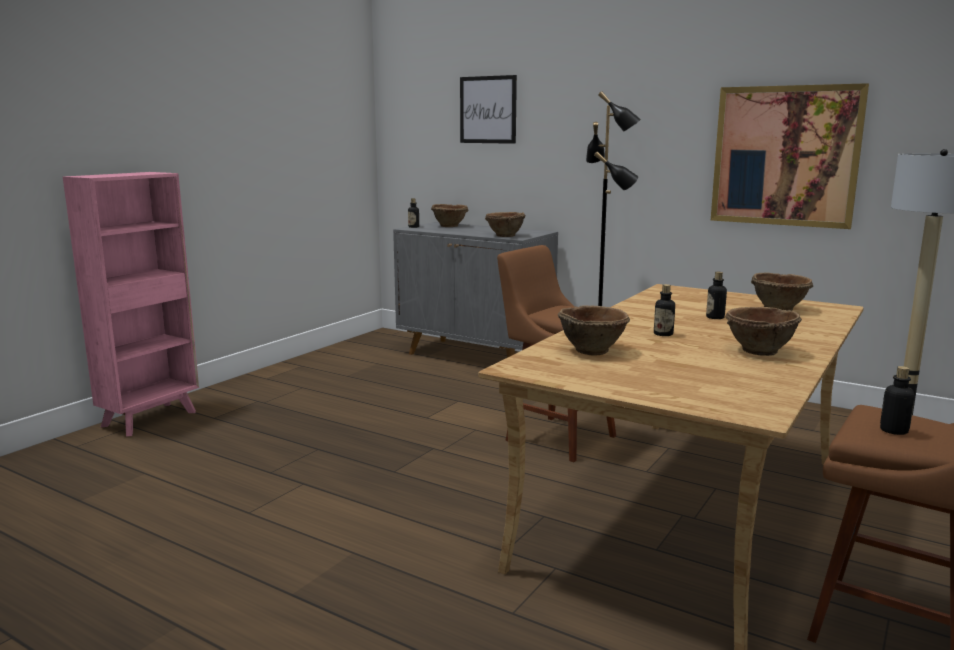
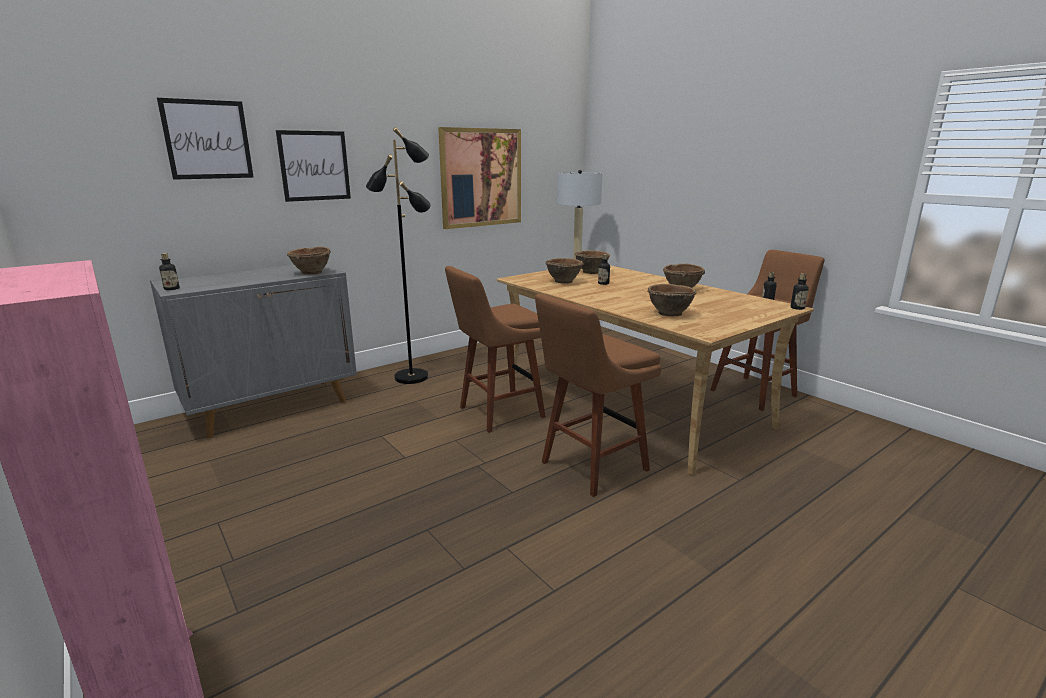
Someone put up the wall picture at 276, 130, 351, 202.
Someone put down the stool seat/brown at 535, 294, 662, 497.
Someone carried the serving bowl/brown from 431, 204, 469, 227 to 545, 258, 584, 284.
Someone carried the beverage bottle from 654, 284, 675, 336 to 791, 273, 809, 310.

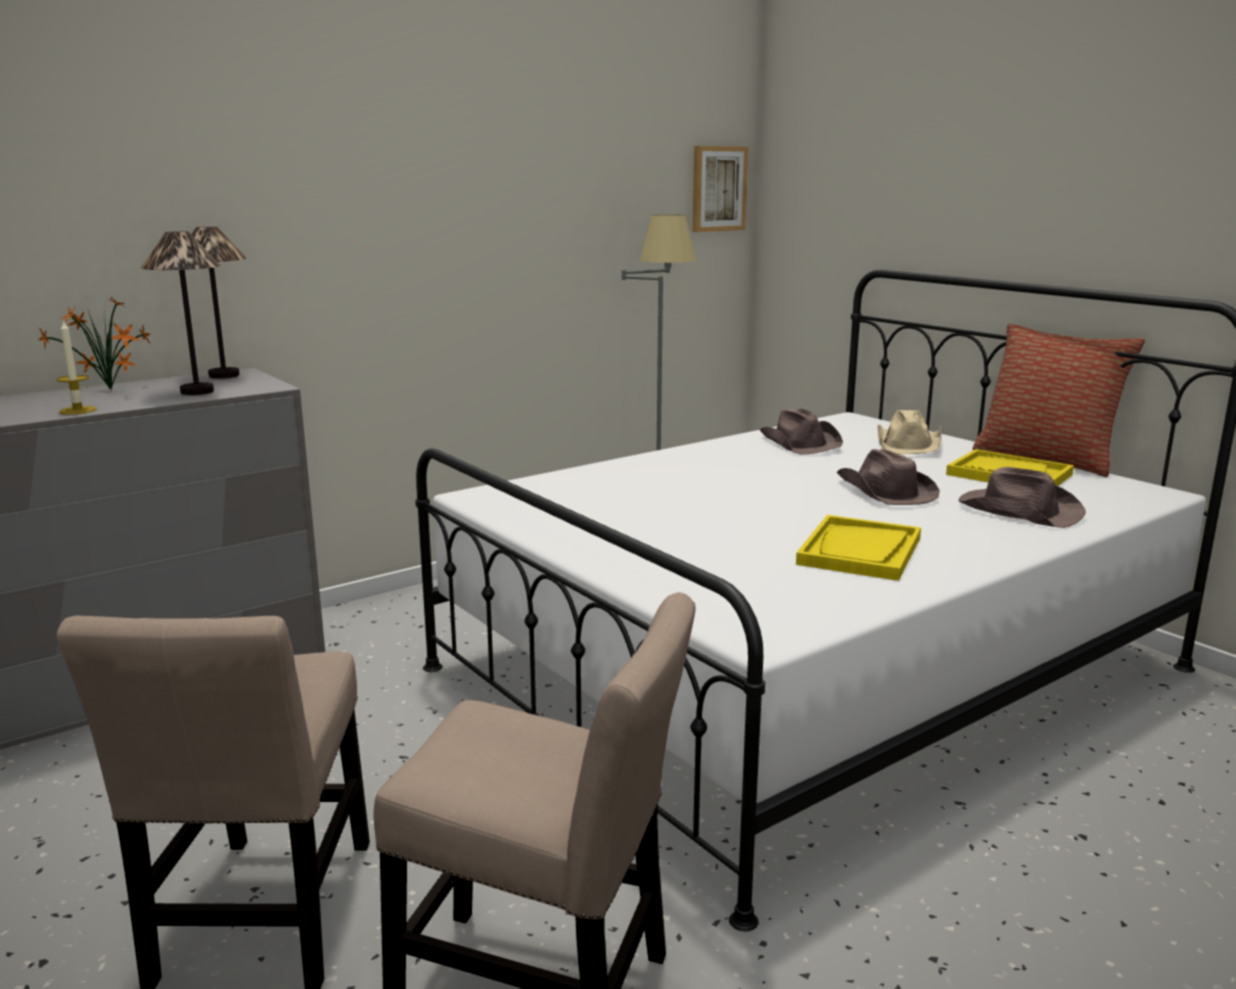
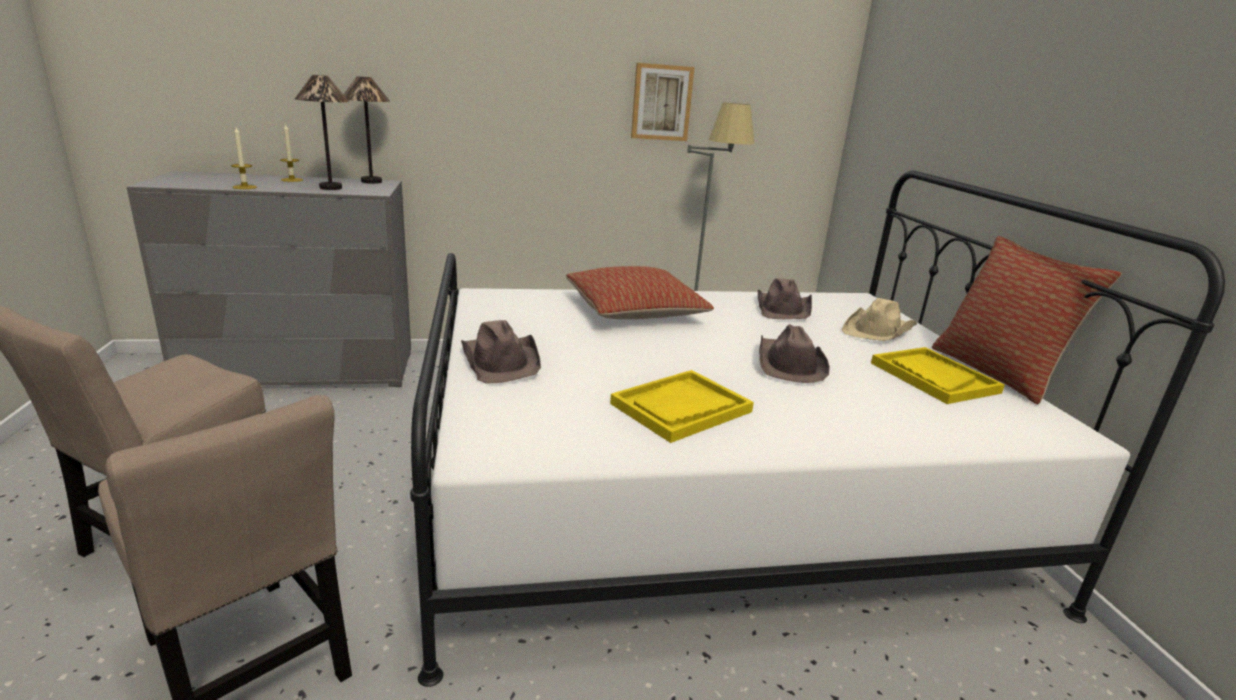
Someone put down the throw pillow at 566, 266, 714, 319.
Someone carried the wall picture from 692, 146, 749, 232 to 631, 63, 695, 141.
Someone carried the hat/brown from 959, 467, 1086, 528 to 461, 320, 541, 383.
Someone swapped the houseplant at 38, 297, 151, 389 for the wax light at 280, 123, 303, 182.

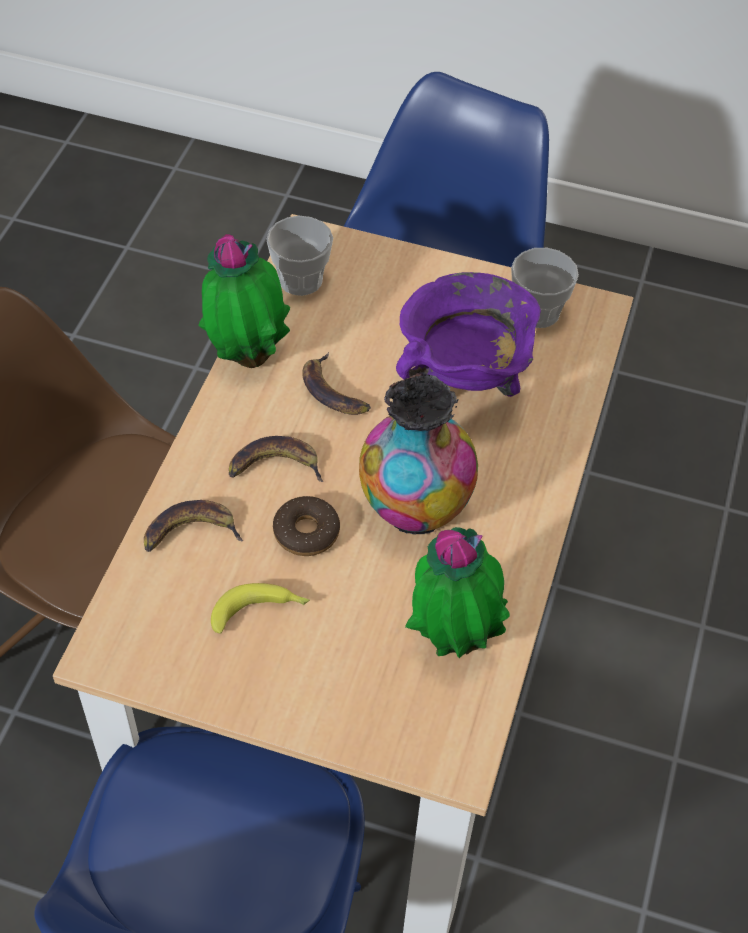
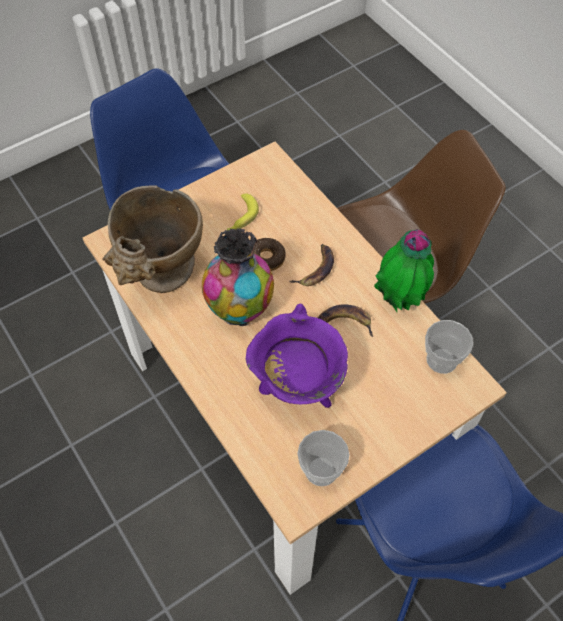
Someone took away the banana at 144, 500, 243, 552.
Someone swapped the houseplant at 405, 527, 510, 658 for the decorative vase/sand-coloured at 102, 185, 203, 293.

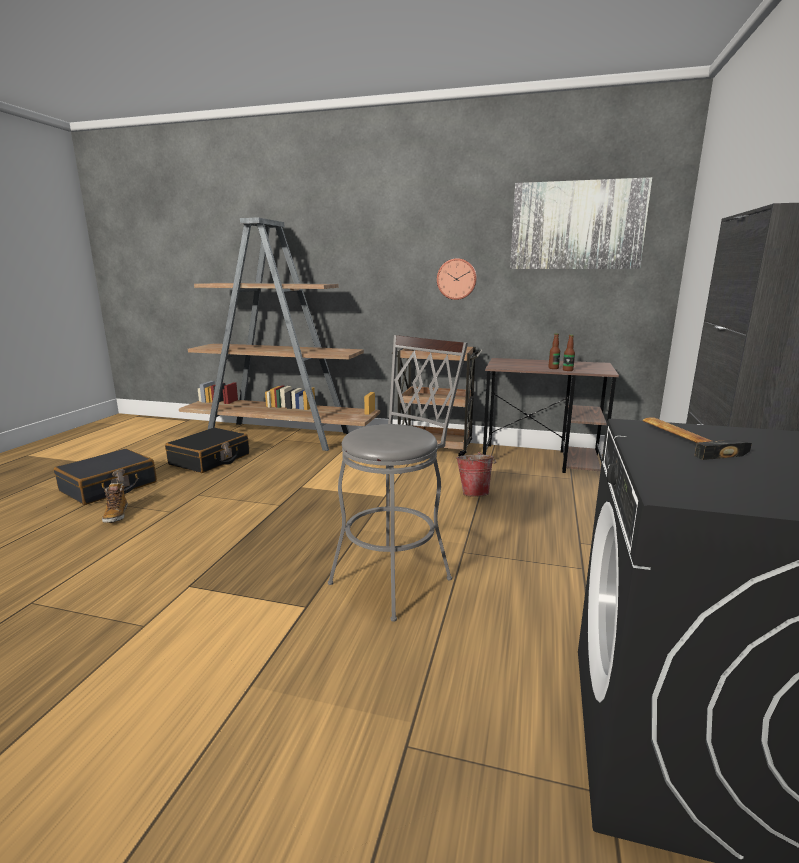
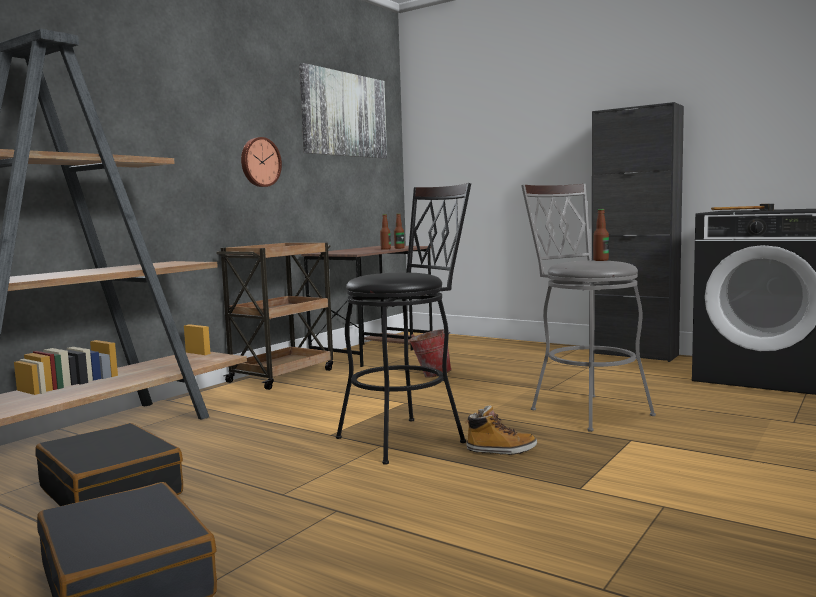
Someone put down the stool seat/blackish at 336, 183, 471, 465.
Someone put down the beverage bottle at 593, 209, 609, 261.
Someone carried the boot from 102, 483, 128, 523 to 465, 405, 537, 455.

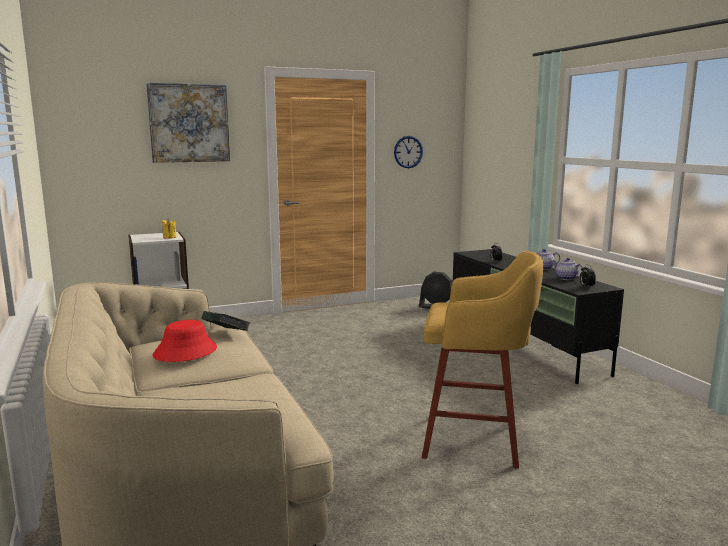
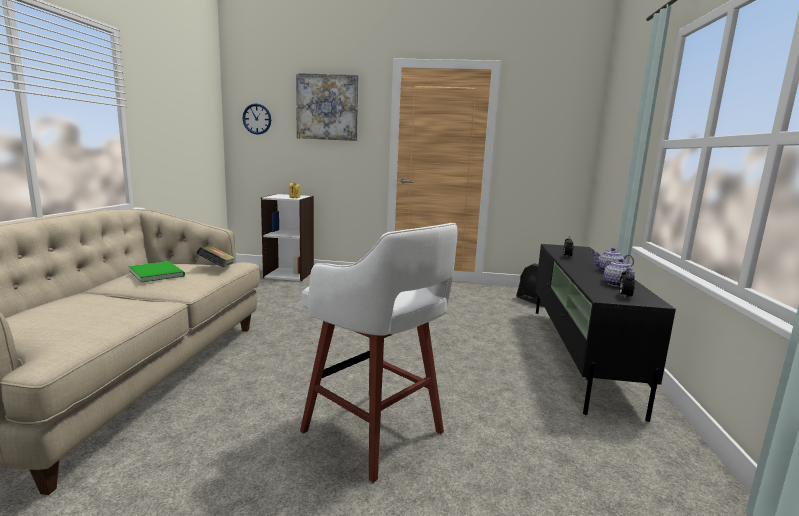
Someone carried the clock on the wall from 394, 136, 423, 168 to 242, 103, 271, 135.
Someone swapped the hat/red at 152, 320, 217, 362 for the volume/green at 129, 261, 185, 282.
Someone repainted the stool seat/yellowish at 422, 251, 543, 468, which became the stool seat/white-coloured at 300, 223, 458, 483.

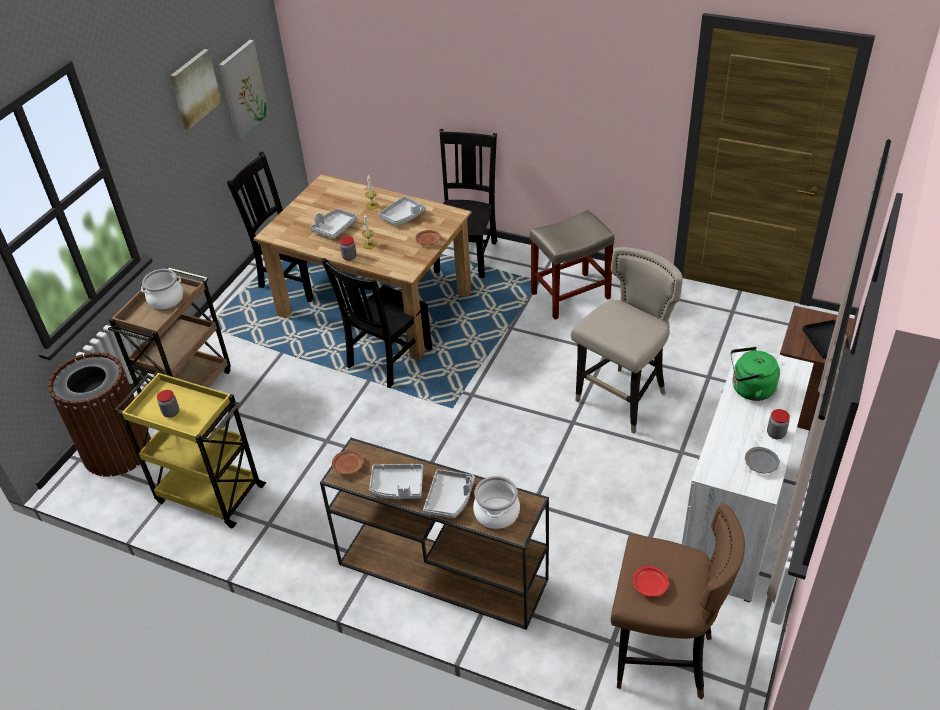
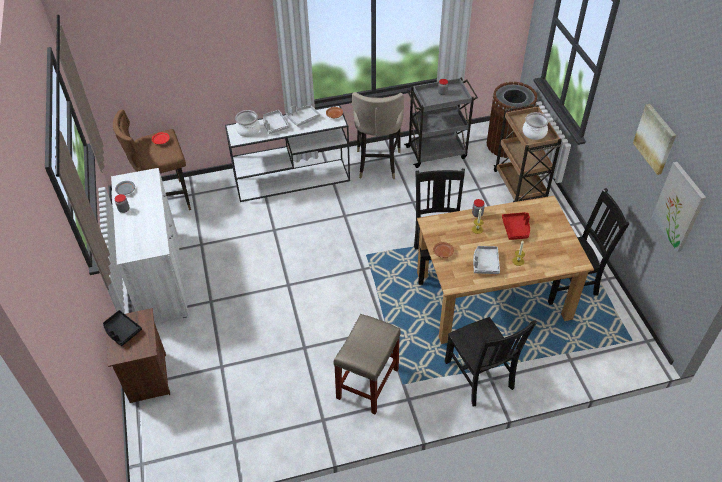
Someone took away the tea kettle/green at 730, 347, 780, 401.
Someone carried the stool seat/sand-coloured from 571, 247, 683, 434 to 352, 92, 404, 179.
Someone repainted the trolley/yellowish at 115, 371, 266, 528, which became the trolley/gray at 404, 77, 478, 168.
Someone repainted the carrying tray/gray at 310, 209, 357, 239, which became the carrying tray/red at 502, 212, 530, 240.
Someone repainted the console table/brown at 320, 438, 549, 630, which became the console table/white-coloured at 225, 105, 350, 202.

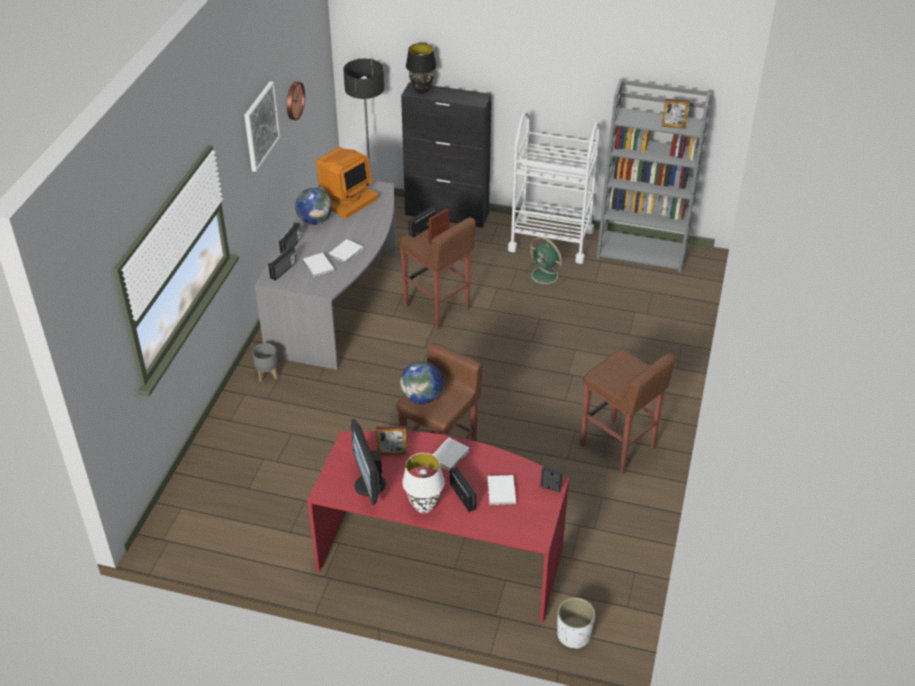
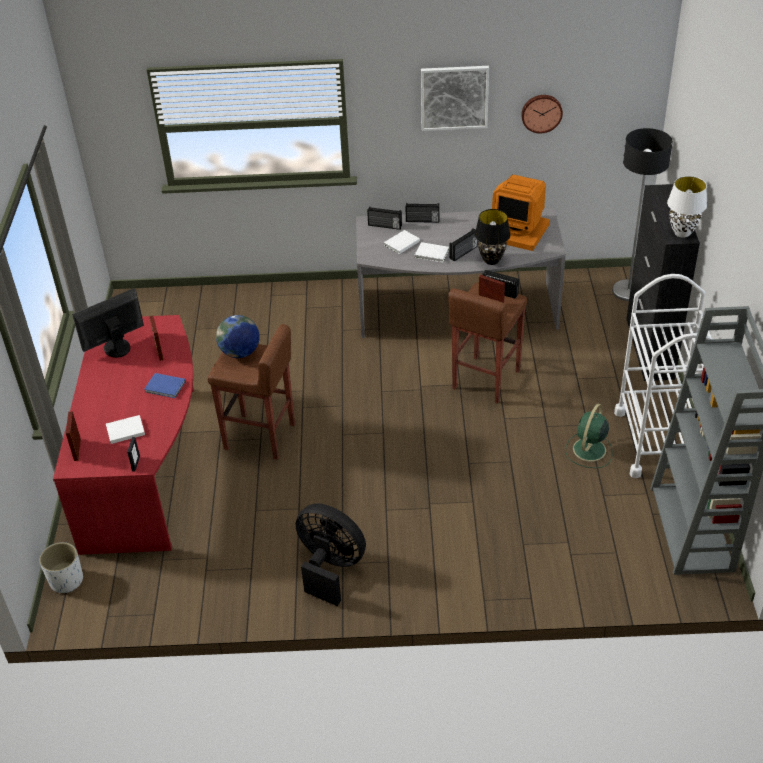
Someone took away the flower pot/gray at 252, 343, 278, 382.
Someone took away the desk globe at 295, 188, 332, 225.
Someone carried the tabletop lamp/white-coloured from 402, 453, 445, 513 to 667, 176, 707, 238.
Someone carried the tabletop lamp/blackish from 406, 43, 437, 94 to 475, 209, 510, 265.
Someone carried the radio set from 450, 467, 476, 512 to 449, 228, 478, 261.
Someone carried the picture frame from 662, 99, 690, 129 to 66, 411, 81, 461.
Someone swapped the stool seat/brown at 580, 349, 675, 474 for the electric fan/blackish at 296, 504, 366, 606.
Someone repainted the volume/white-coloured at 432, 438, 470, 471, which became the volume/bluish at 144, 373, 186, 398.

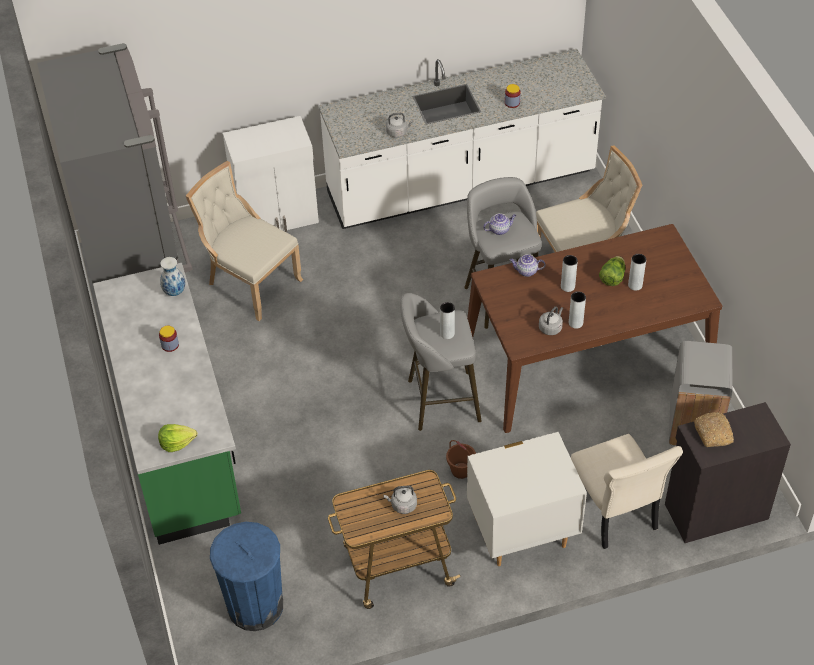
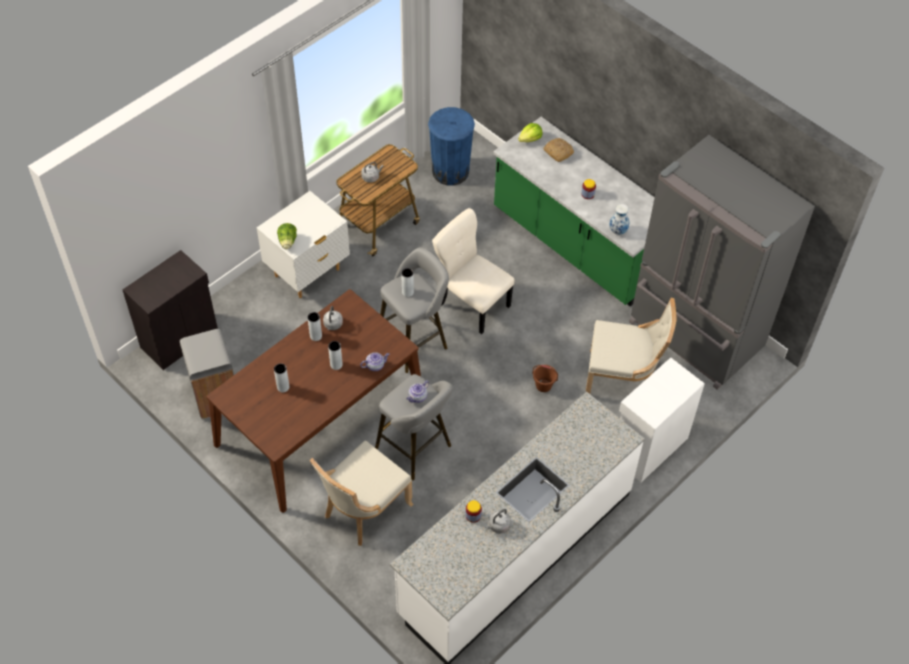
Someone carried the tea kettle/gray from 386, 113, 414, 138 to 485, 509, 511, 534.
Someone carried the bucket/brown from 446, 440, 476, 479 to 532, 365, 558, 392.
Someone carried the upright chair/sand-coloured from 571, 434, 683, 549 to 432, 208, 515, 334.
Someone carried the head of lettuce from 599, 256, 625, 286 to 277, 223, 297, 249.
Someone carried the bread from 694, 412, 734, 447 to 543, 138, 574, 162.

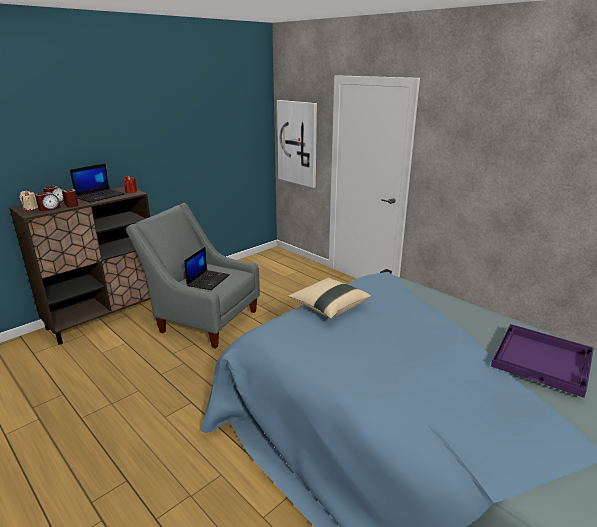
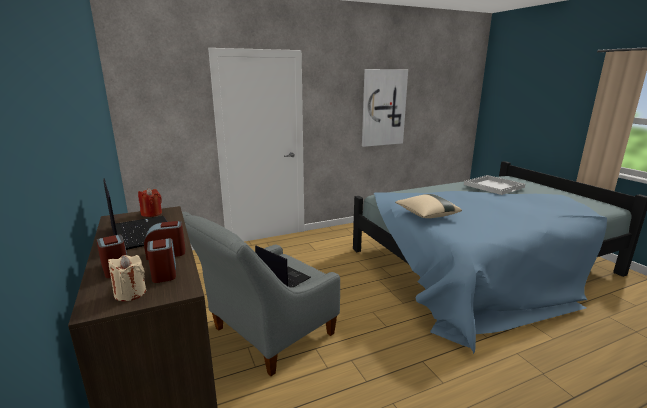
Someone carried the wall picture from 277, 100, 317, 188 to 362, 69, 408, 147.
Someone repainted the carrying tray/purplish at 491, 324, 594, 398, which became the carrying tray/white-coloured at 464, 175, 525, 195.

